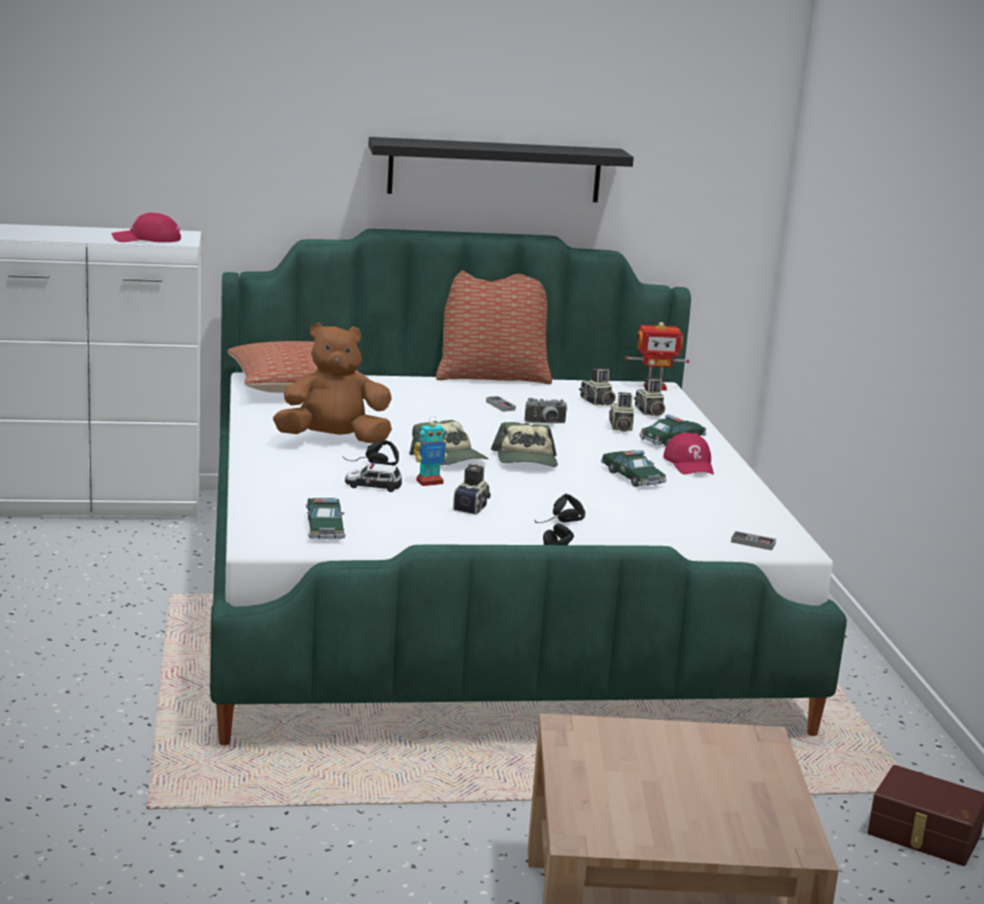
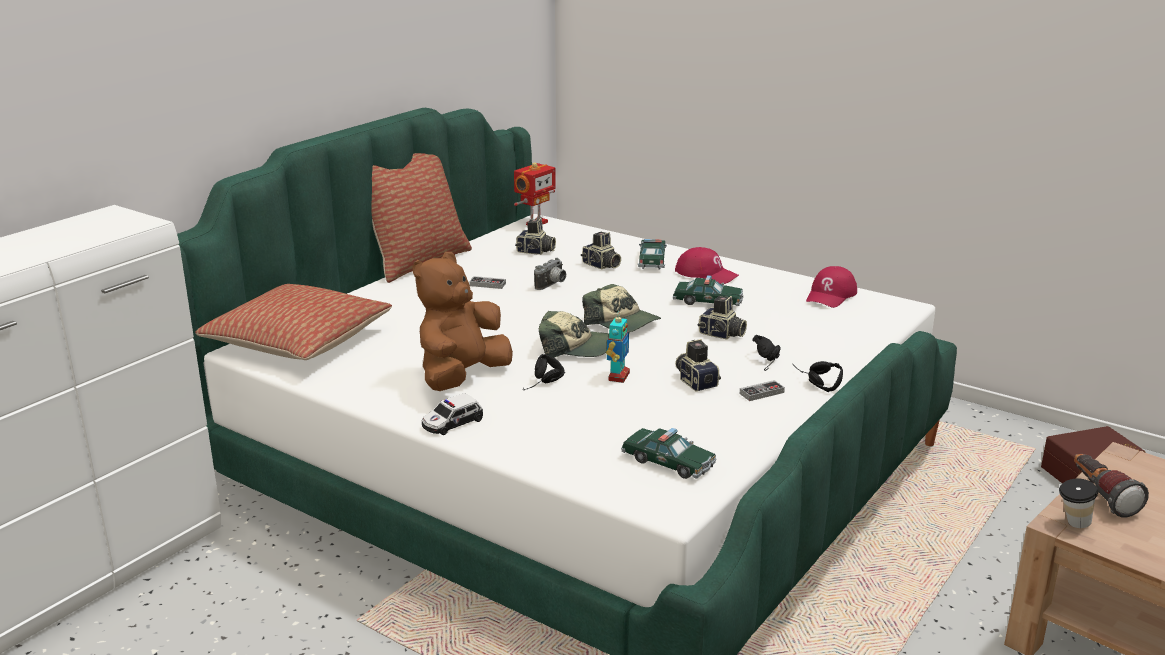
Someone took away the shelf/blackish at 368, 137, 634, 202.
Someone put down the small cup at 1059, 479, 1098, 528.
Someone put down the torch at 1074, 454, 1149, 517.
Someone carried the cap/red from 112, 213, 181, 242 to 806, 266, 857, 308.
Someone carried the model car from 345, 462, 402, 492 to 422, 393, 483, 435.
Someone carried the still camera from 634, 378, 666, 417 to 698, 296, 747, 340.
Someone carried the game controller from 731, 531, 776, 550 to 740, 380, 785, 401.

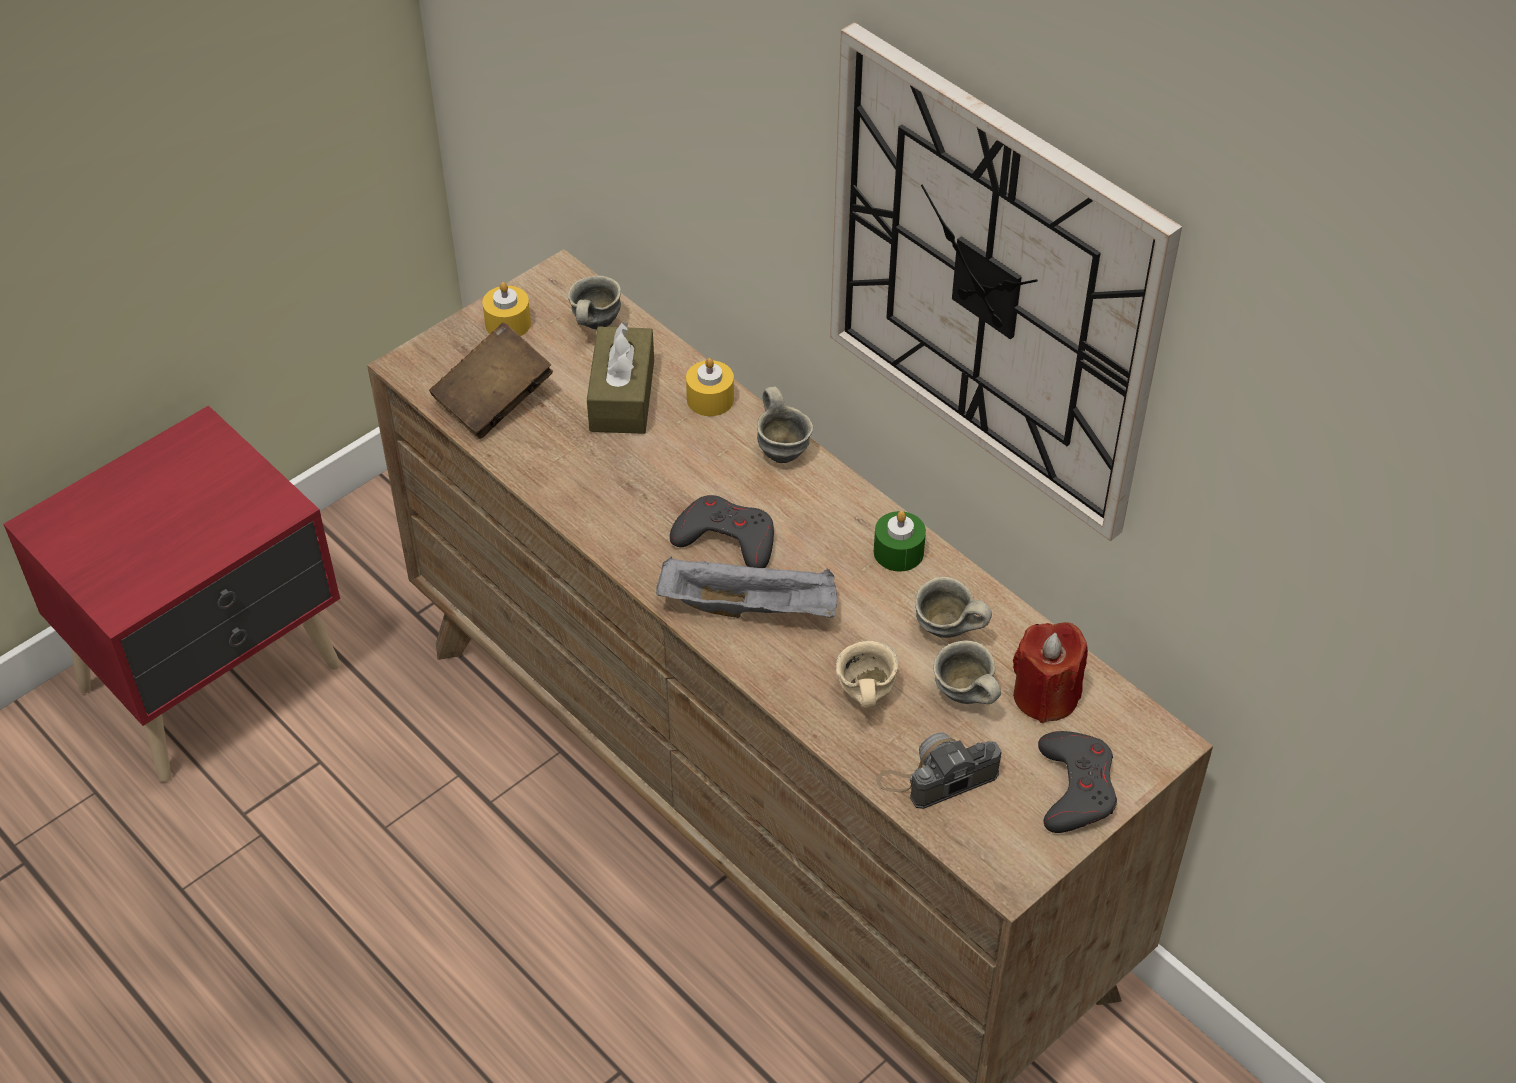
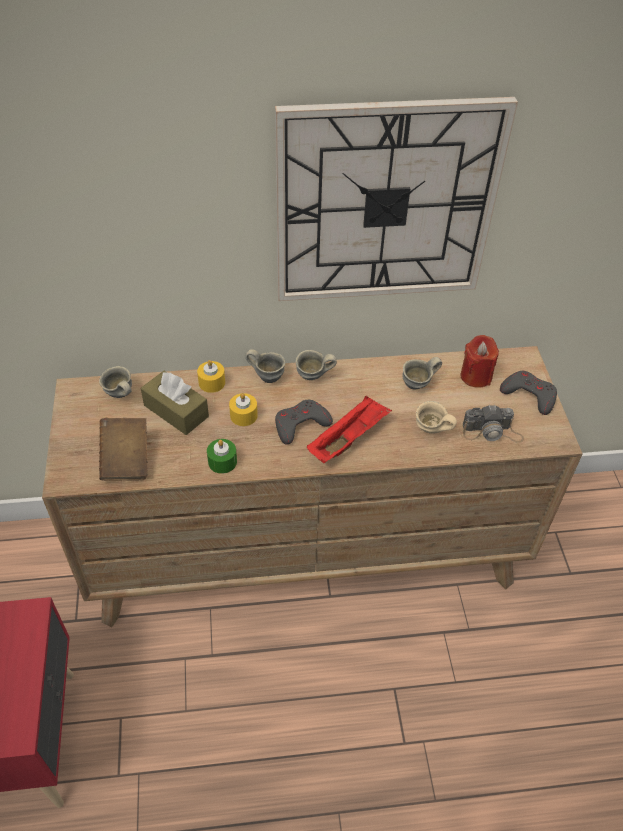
Someone carried the wax light/yellowish from 482, 282, 531, 336 to 229, 393, 258, 426.
Someone carried the wax light/green from 874, 511, 926, 572 to 207, 439, 237, 474.
Someone carried the mug/gray from 933, 641, 1001, 704 to 296, 350, 337, 380.
Someone repainted the carrying tray/gray at 656, 556, 837, 618, which became the carrying tray/red at 307, 396, 392, 463.
Someone rotated the still camera at 876, 732, 1002, 809 by 105 degrees counterclockwise.

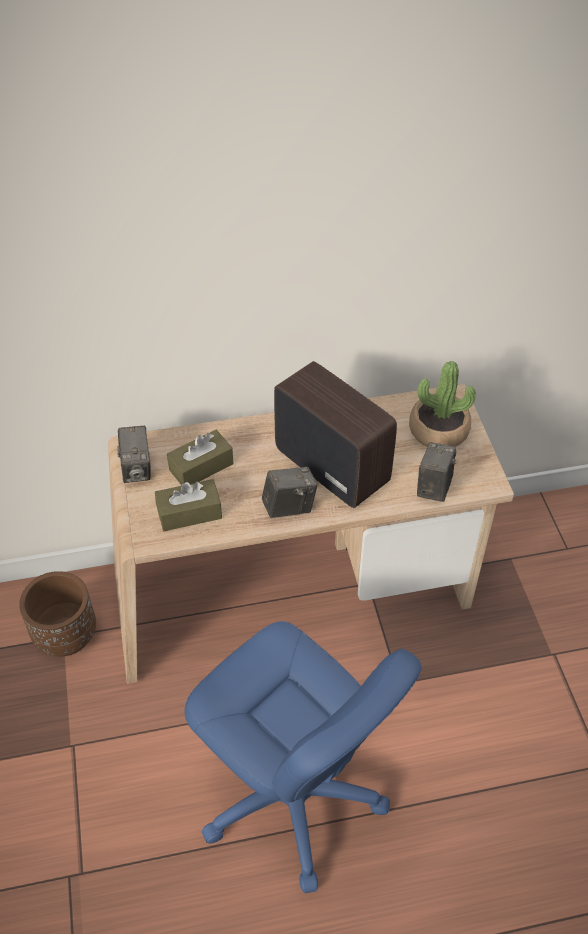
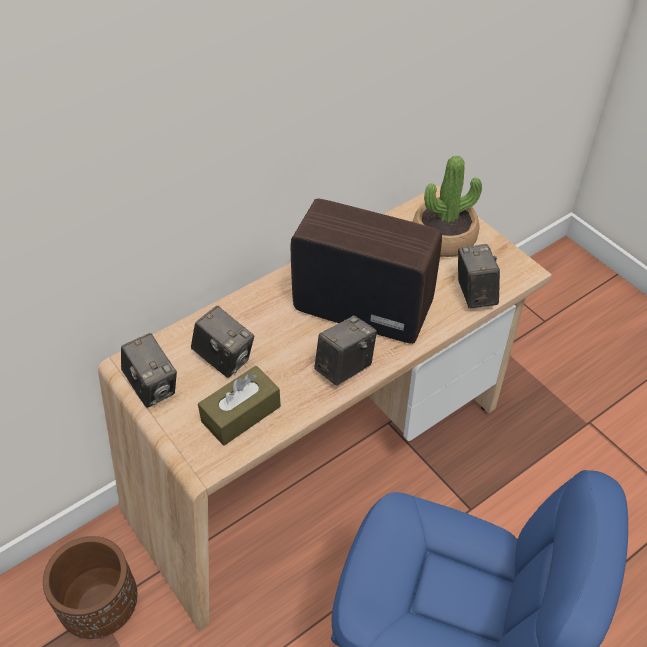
Someone swapped the tissue box/brown at 167, 430, 233, 486 for the still camera at 191, 306, 254, 378.

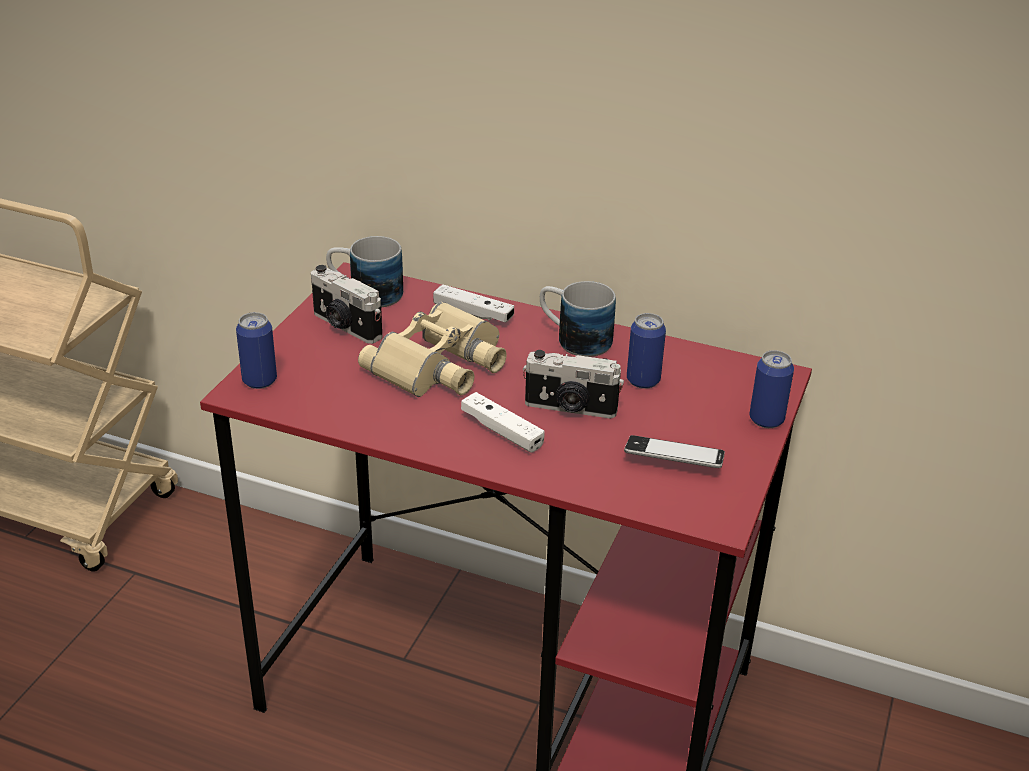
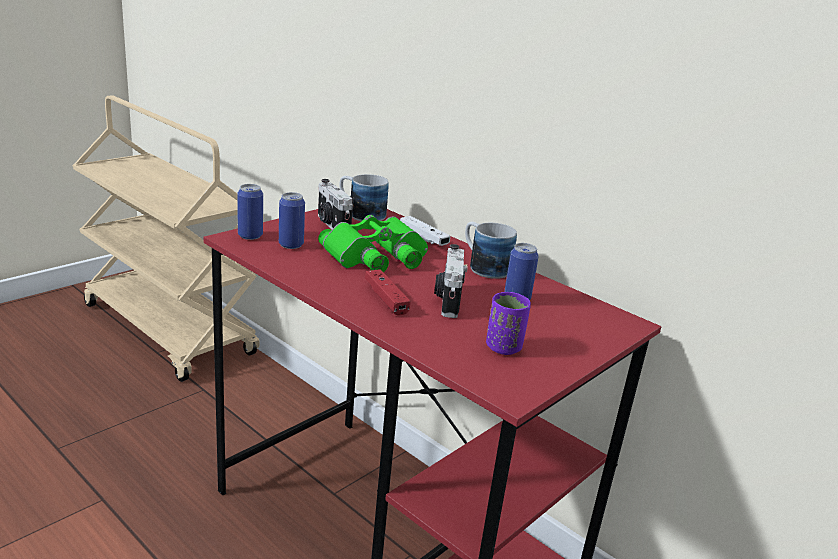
Someone carried the can from 749, 350, 794, 428 to 279, 192, 305, 249.
Someone swapped the handset at 624, 435, 725, 468 for the small cup/purplish at 486, 292, 531, 355.
Someone repainted the binoculars/sand-coloured at 358, 302, 507, 397, which became the binoculars/green at 318, 215, 428, 272.
Someone repainted the game controller/white-coloured at 461, 392, 545, 453, which became the game controller/red at 365, 269, 411, 316.
Someone rotated the still camera at 523, 350, 624, 419 by 60 degrees clockwise.

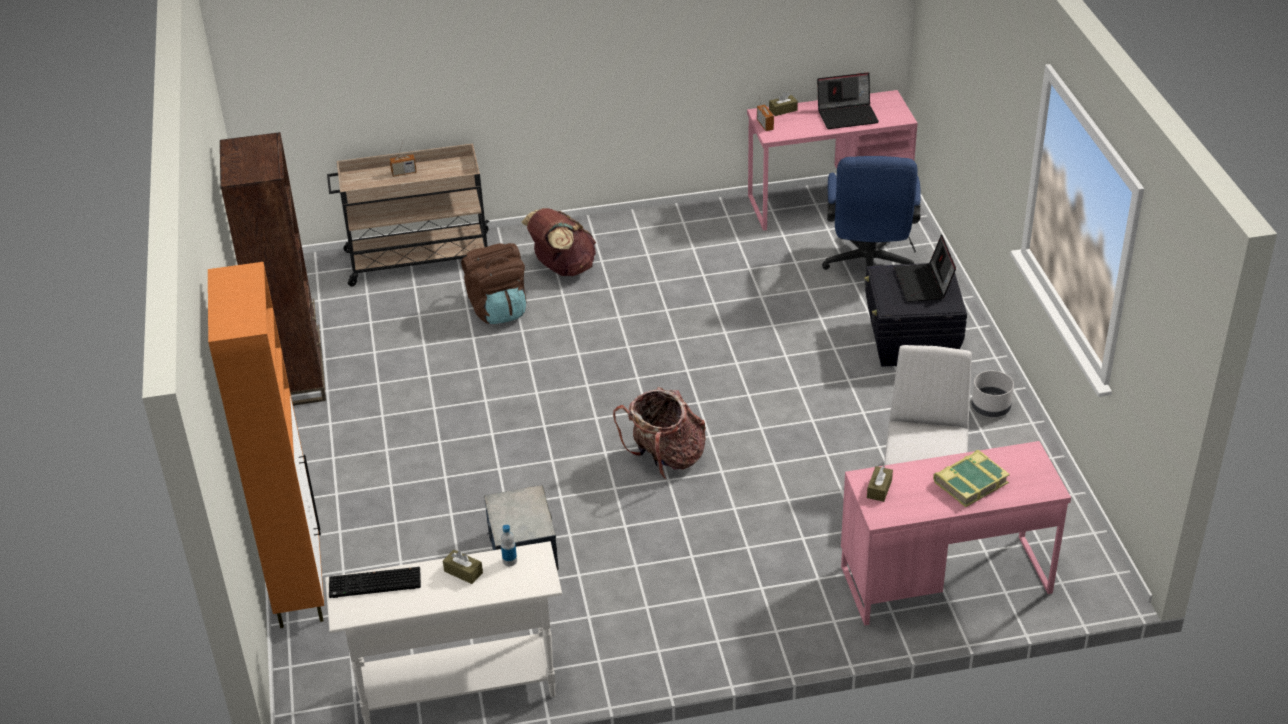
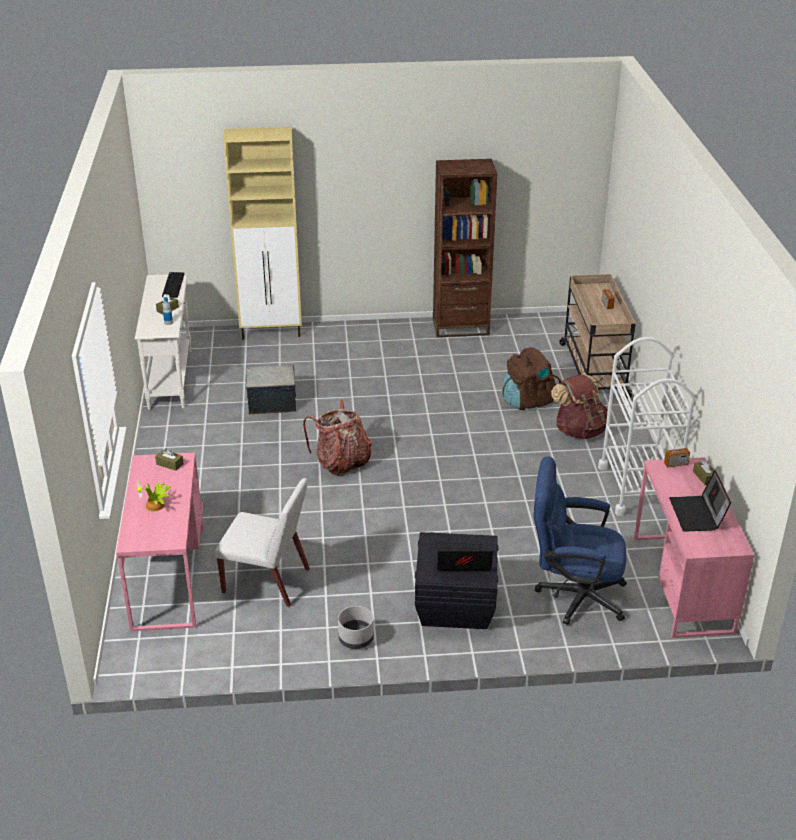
Someone put down the trolley/white-coloured at 598, 337, 695, 516.
Someone swapped the volume at 933, 450, 1010, 507 for the houseplant at 137, 480, 171, 511.
Someone repainted the cupboard/orange-coloured at 208, 262, 324, 628, which became the cupboard/sand-coloured at 223, 127, 302, 339.

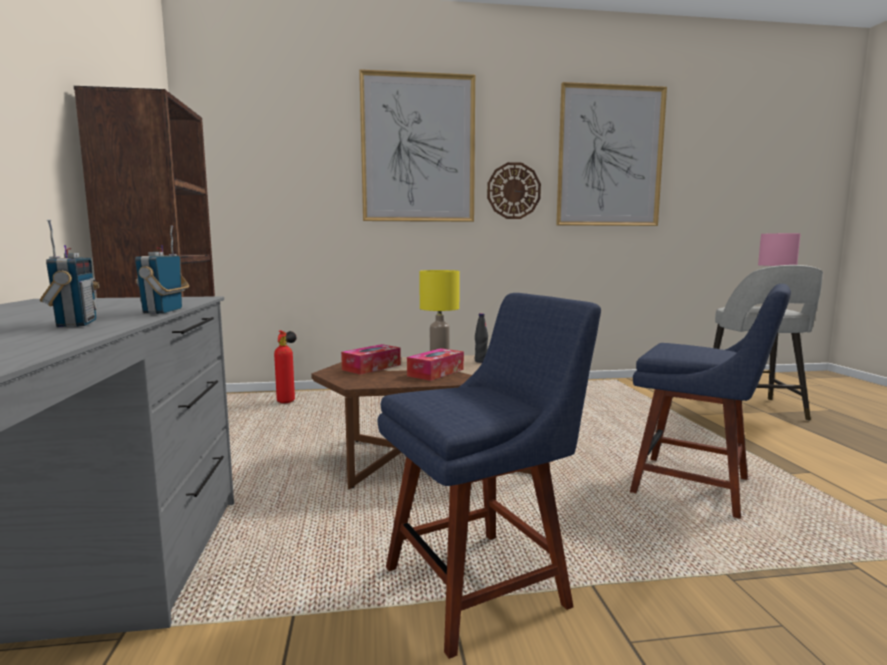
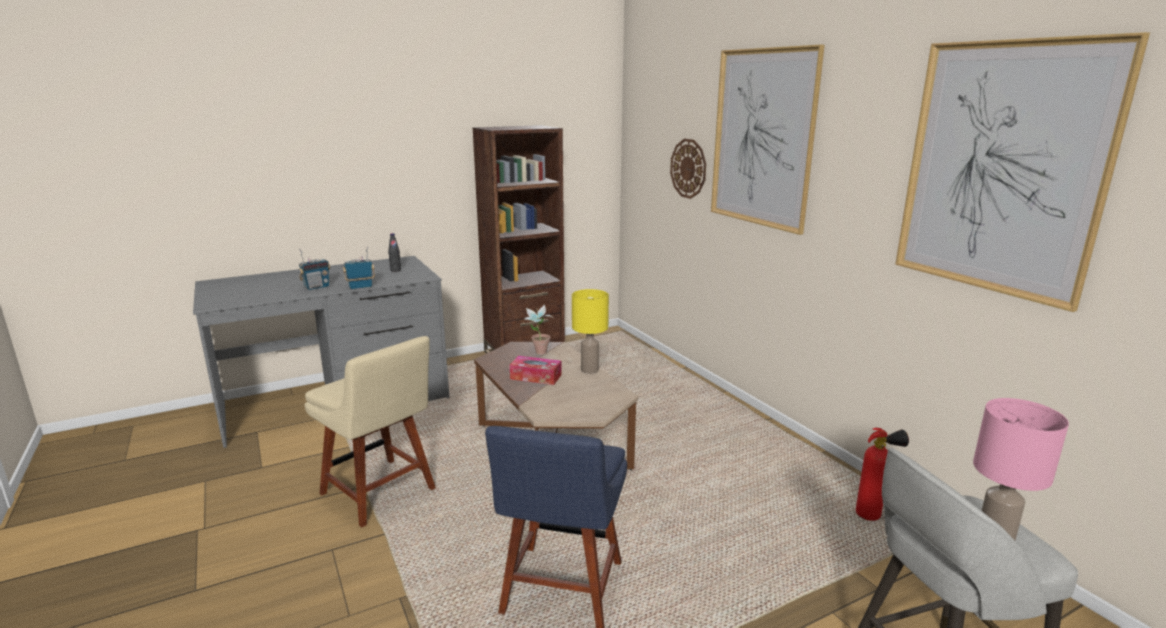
Someone carried the fire-fighting cylinder from 274, 331, 296, 403 to 856, 428, 909, 521.
Someone carried the beverage bottle/blackish from 475, 313, 488, 363 to 388, 233, 401, 272.
Someone carried the clock on the wall from 487, 162, 541, 219 to 670, 139, 706, 199.
Someone swapped the tissue box at 341, 344, 401, 375 for the houseplant at 524, 305, 552, 355.
Someone repainted the upright chair/bluish at 378, 293, 601, 659, which became the upright chair/sand-coloured at 305, 336, 436, 527.

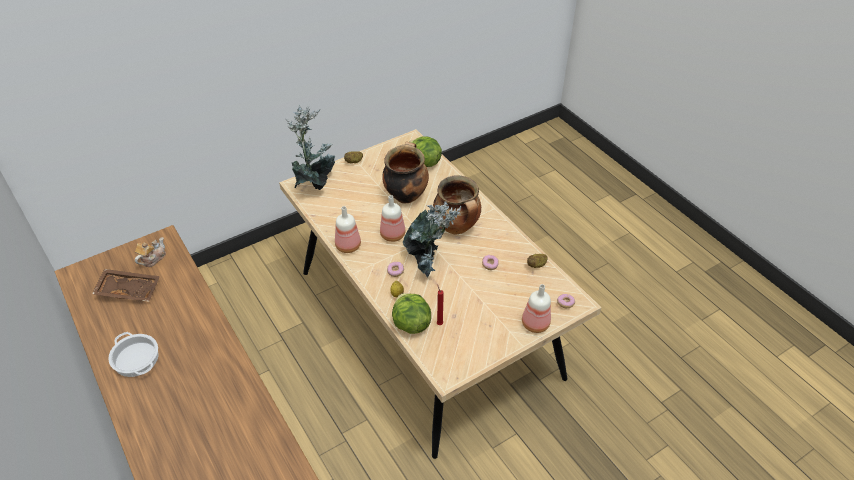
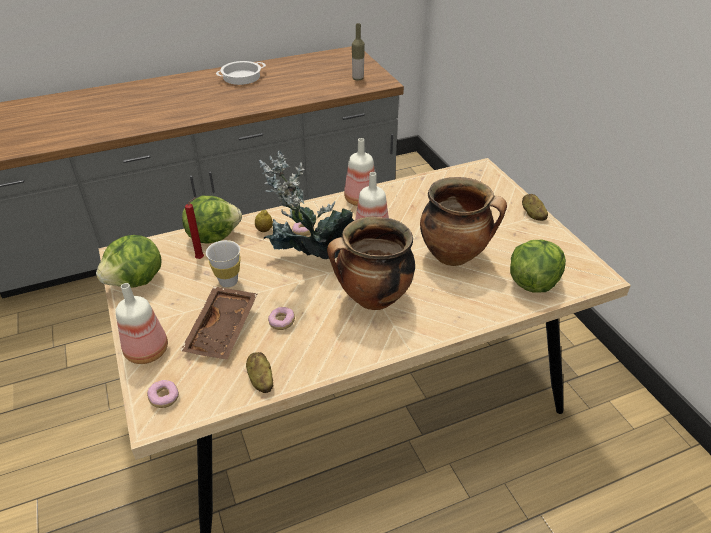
Someone took away the houseplant at 285, 105, 335, 190.
Someone put down the head of lettuce at 96, 235, 162, 288.
Someone put down the small cup/white-coloured at 206, 240, 241, 288.
Someone carried the carrying tray/brown from 92, 269, 160, 302 to 180, 286, 257, 359.
Someone swapped the teapot at 135, 237, 166, 267 for the beverage bottle at 352, 23, 365, 80.

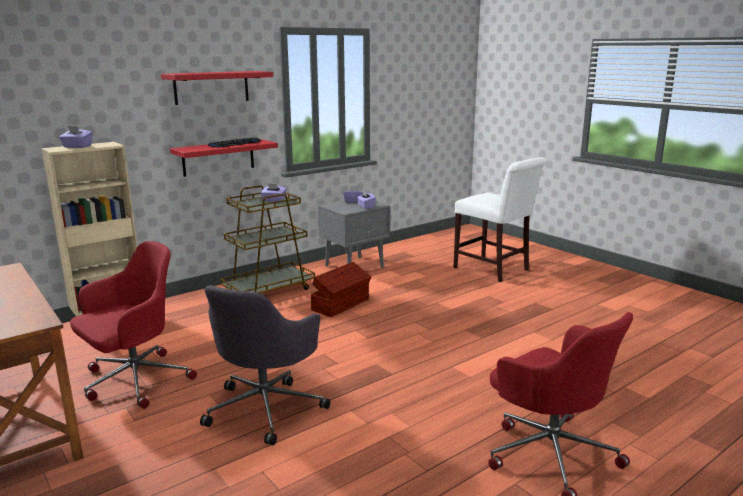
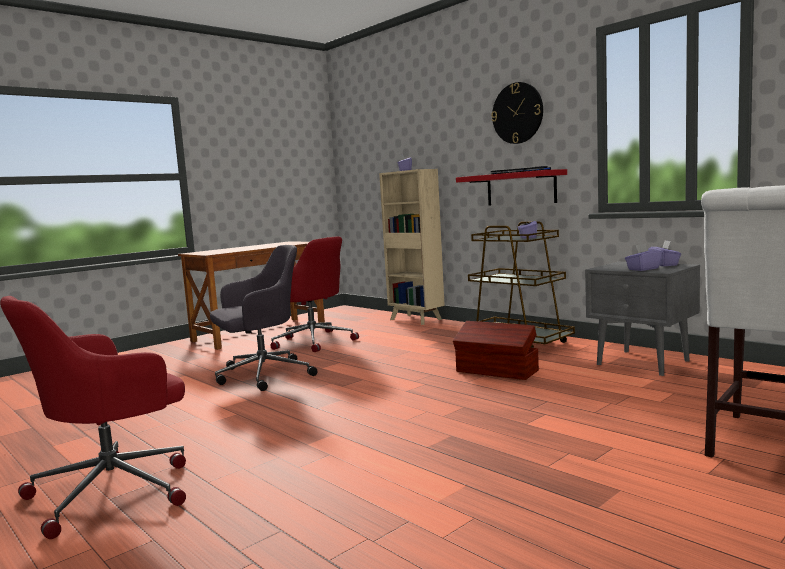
Someone swapped the shelf/red at 161, 71, 273, 105 for the clock on the wall at 491, 82, 543, 144.
Someone rotated the computer chair/gray at 200, 285, 330, 445 by 135 degrees clockwise.

